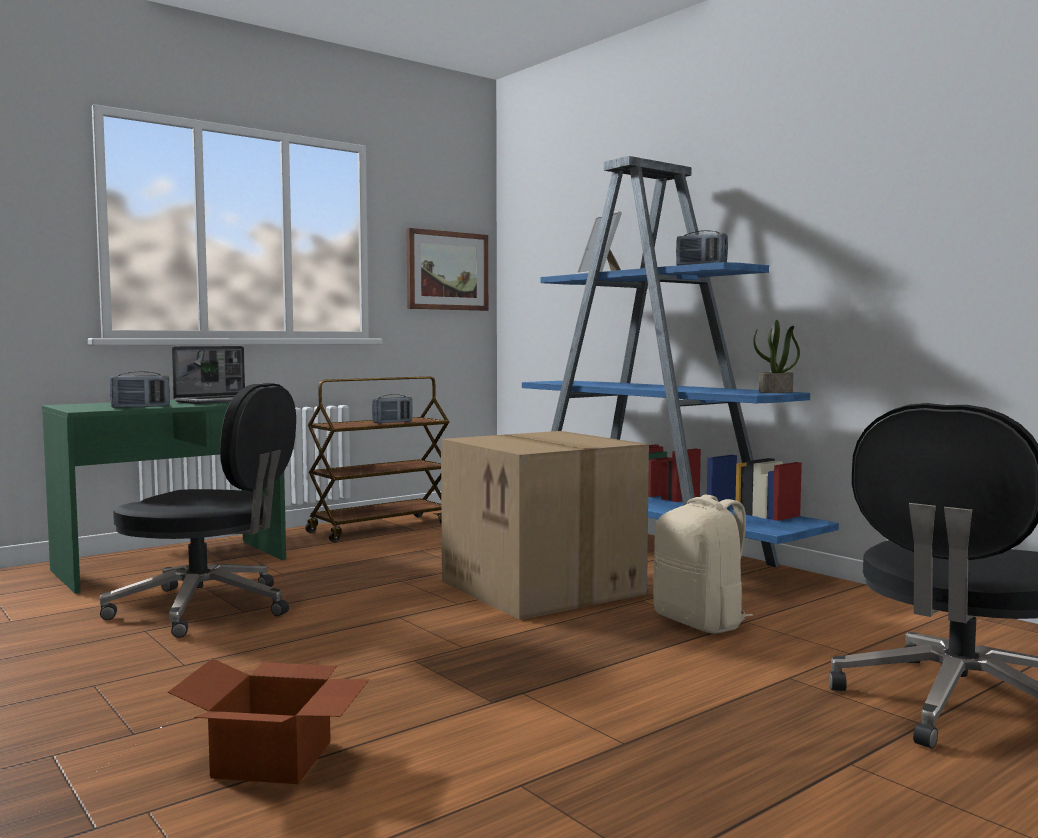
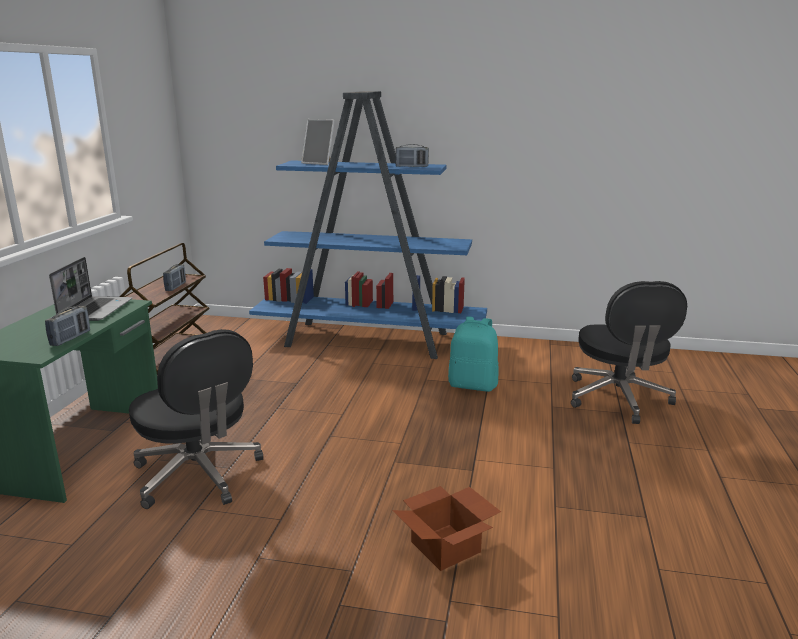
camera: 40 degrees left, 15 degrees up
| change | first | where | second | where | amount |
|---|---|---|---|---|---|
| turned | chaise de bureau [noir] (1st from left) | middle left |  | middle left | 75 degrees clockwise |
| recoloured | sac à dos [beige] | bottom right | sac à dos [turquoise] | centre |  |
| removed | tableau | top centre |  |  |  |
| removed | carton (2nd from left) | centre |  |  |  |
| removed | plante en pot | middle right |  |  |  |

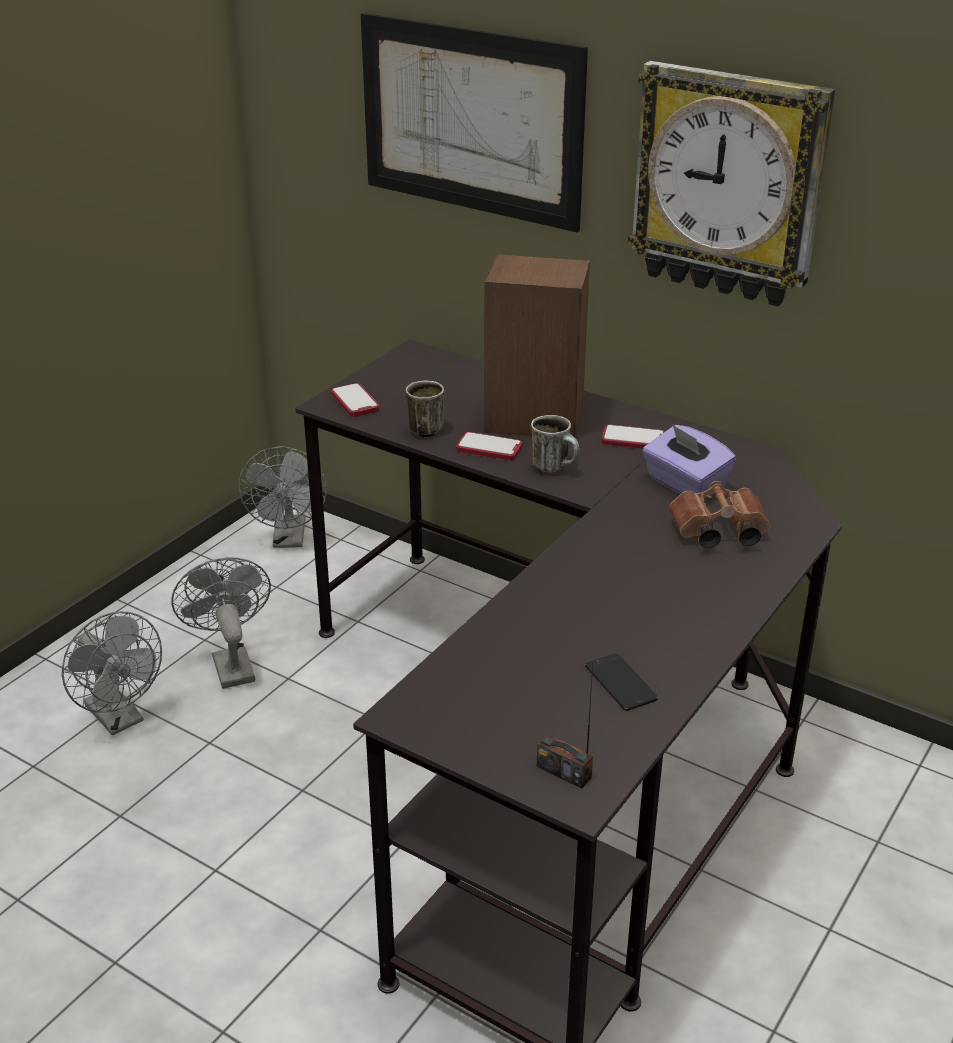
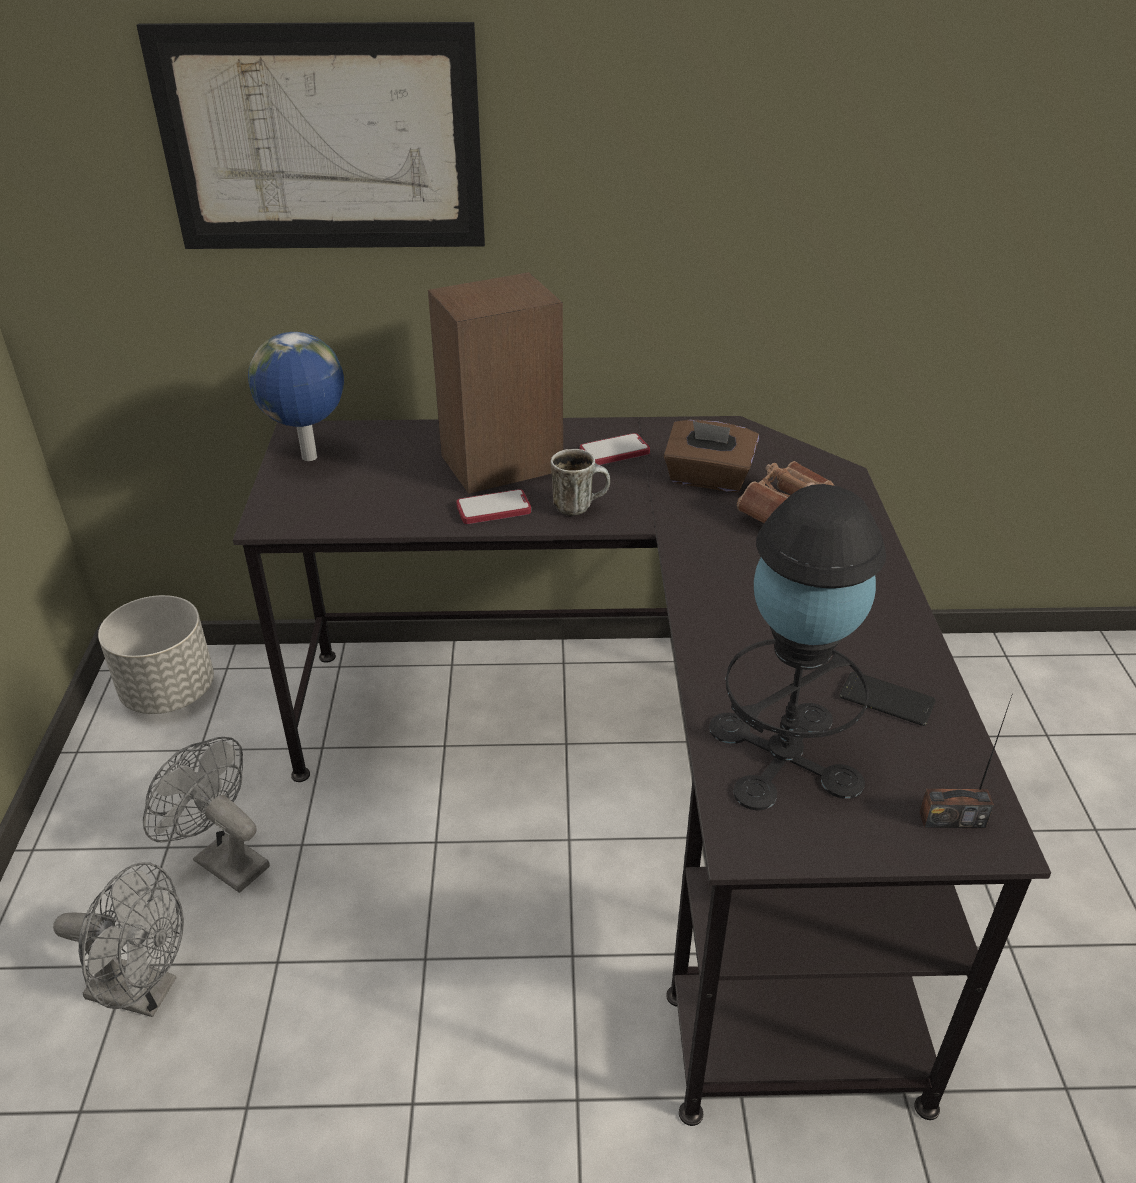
camera: 35 degrees left, 5 degrees up
| change | first | where | second | where | amount |
|---|---|---|---|---|---|
| replaced | ventilateur [gris] (3rd from left) | middle left | cache-pot [gris] | middle left |  |
| added |  |  | globe | middle left |  |
| recoloured | boîte à mouchoirs [violet] | middle right | boîte à mouchoirs [marron] | centre |  |
| added |  |  | lampe de table [noir] | middle right |  |
| removed | téléphone (1st from left) | centre |  |  |  |
| removed | mug (1st from left) | centre |  |  |  |
| removed | horloge murale | top right |  |  |  |

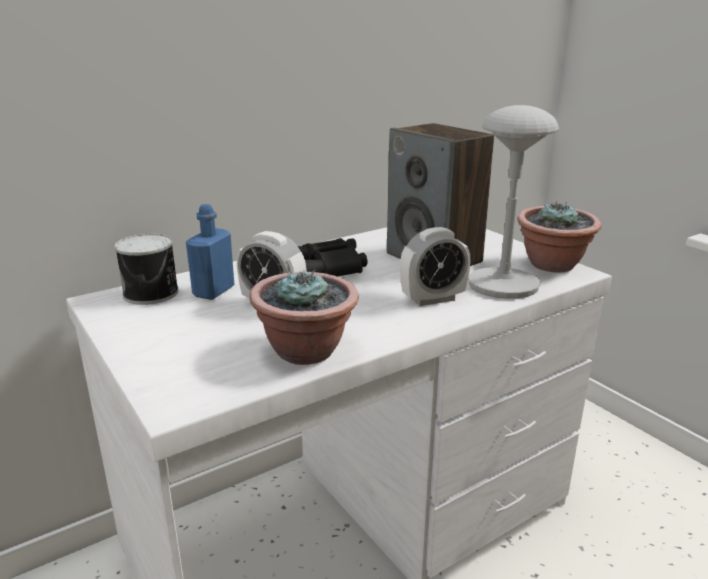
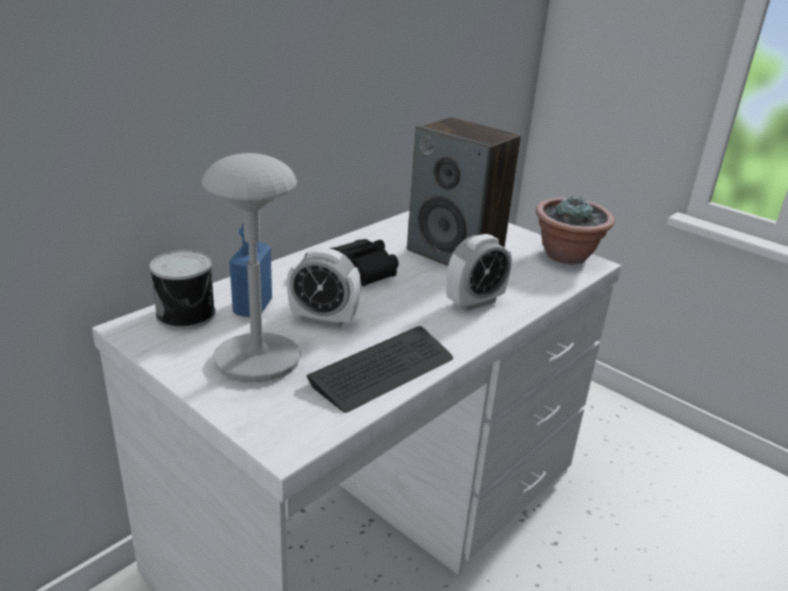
camera: 15 degrees left, 5 degrees up
| change | first | where | second | where | amount |
|---|---|---|---|---|---|
| moved | lampe de table [gris] | middle right |  | middle left |  |
| replaced | plante en pot (1st from left) | centre | clavier | centre |  |

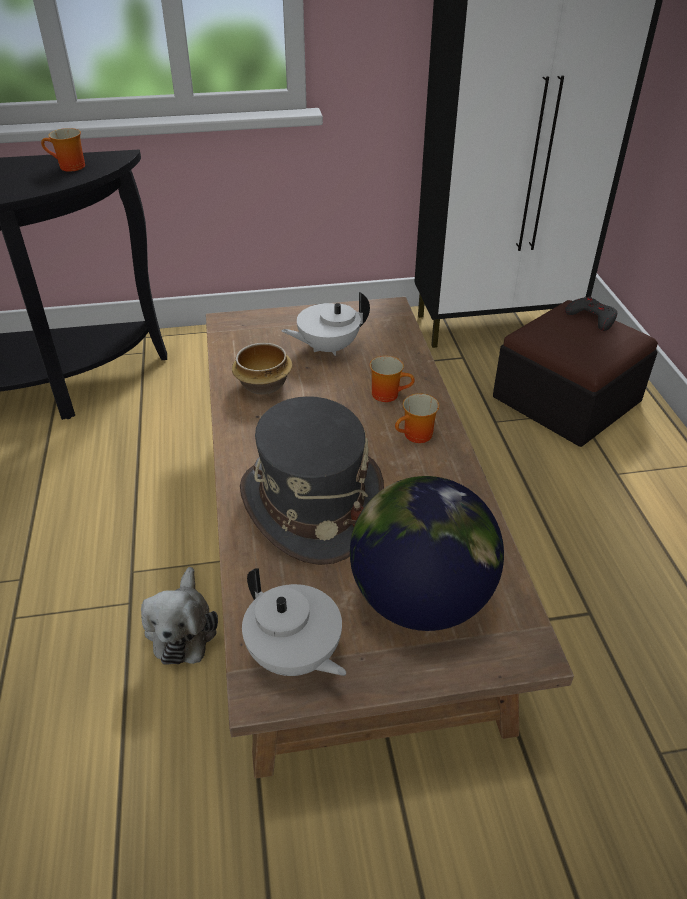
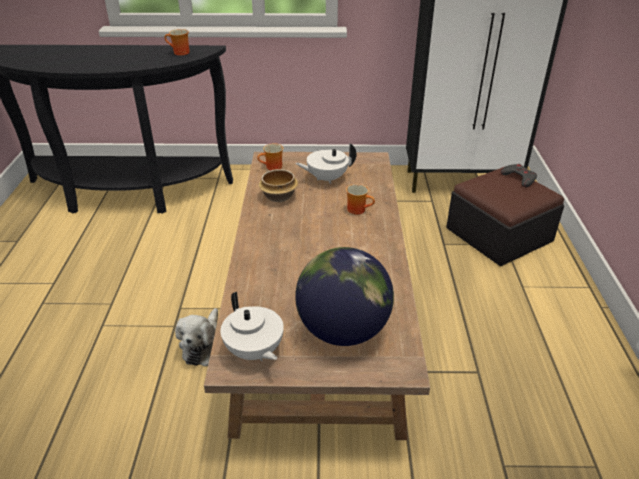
camera: 10 degrees right, 5 degrees down
| change | first | where | second | where | amount |
|---|---|---|---|---|---|
| moved | mug (3rd from left in the first image) | centre | mug (2nd from left) | top centre |  |
| removed | chapeau [gris] | centre |  |  |  |

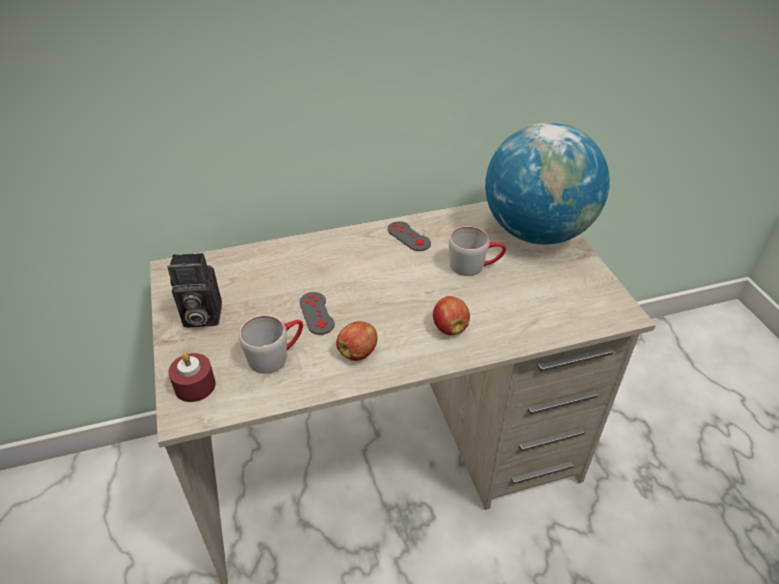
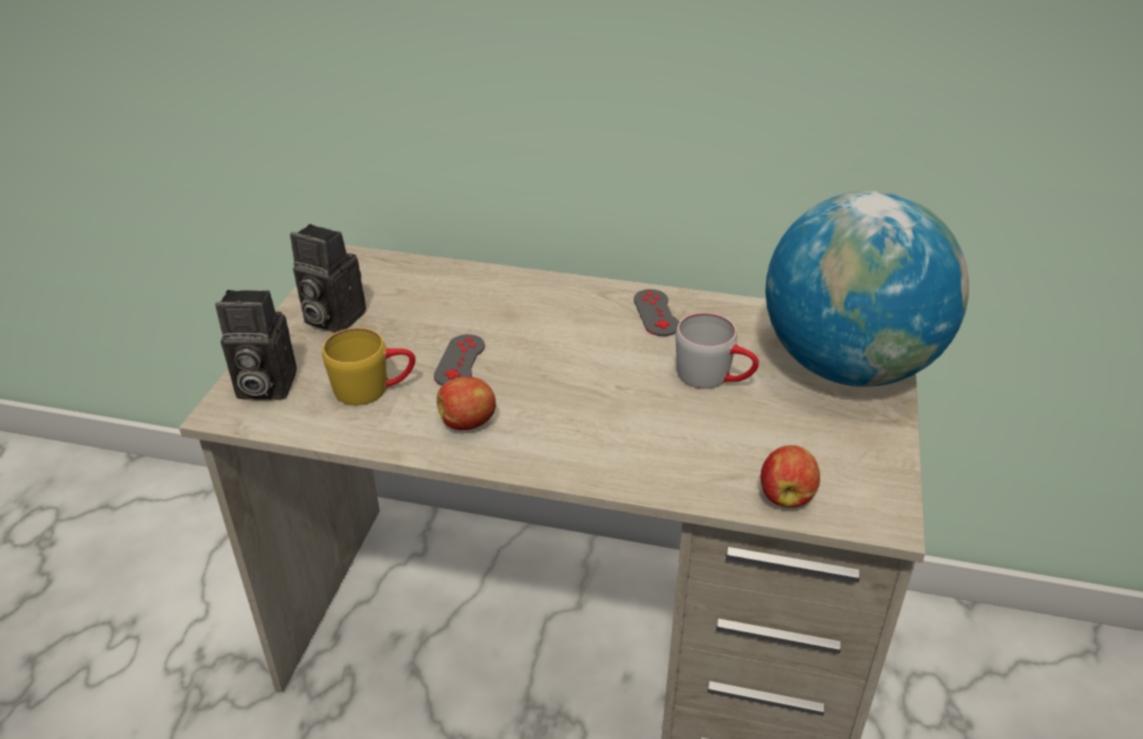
camera: 30 degrees right, 5 degrees down
| change | first | where | second | where | amount |
|---|---|---|---|---|---|
| replaced | bougie [rouge] | middle left | appareil photo (1st from left) | middle left |  |
| recoloured | mug [gris] (1st from left) | centre | mug [jaune] | middle left |  |
| moved | pomme (2nd from left) | centre |  | middle right |  |

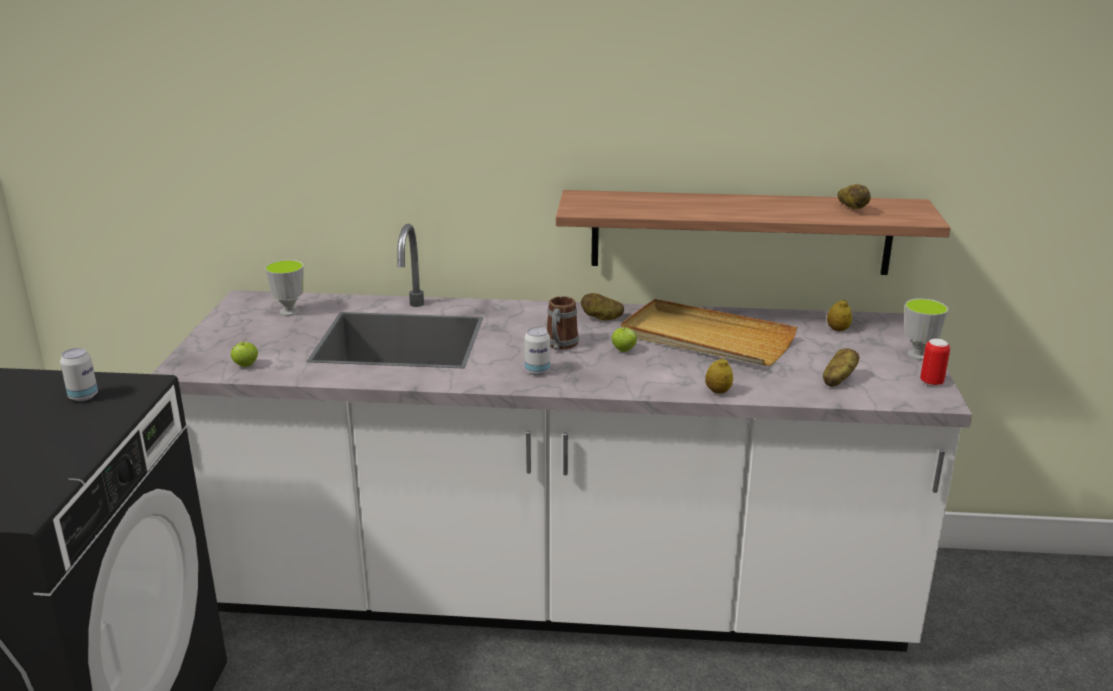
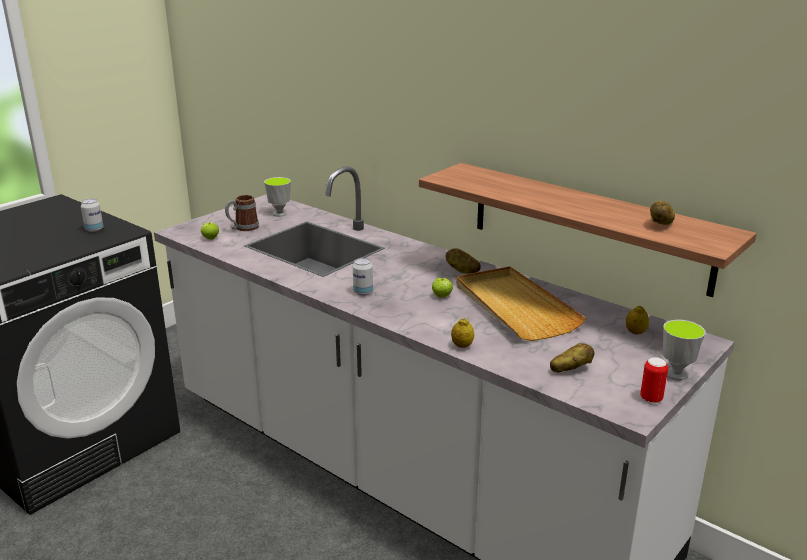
camera: 35 degrees right, 0 degrees up
| change | first | where | second | where | amount |
|---|---|---|---|---|---|
| moved | mug | centre |  | middle left |  |

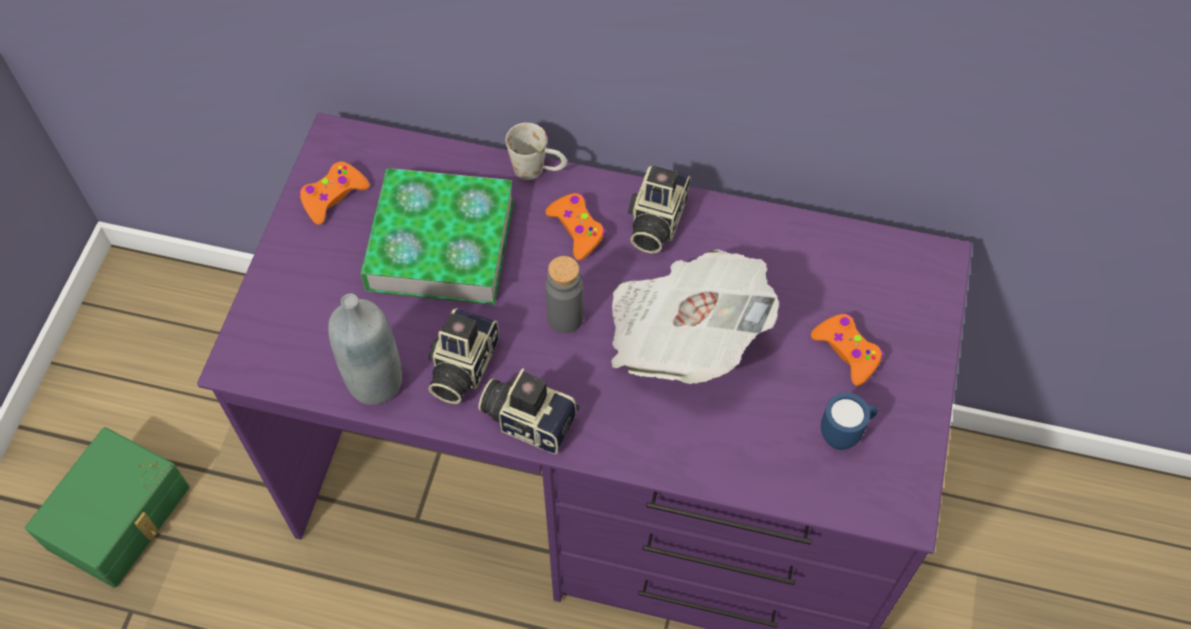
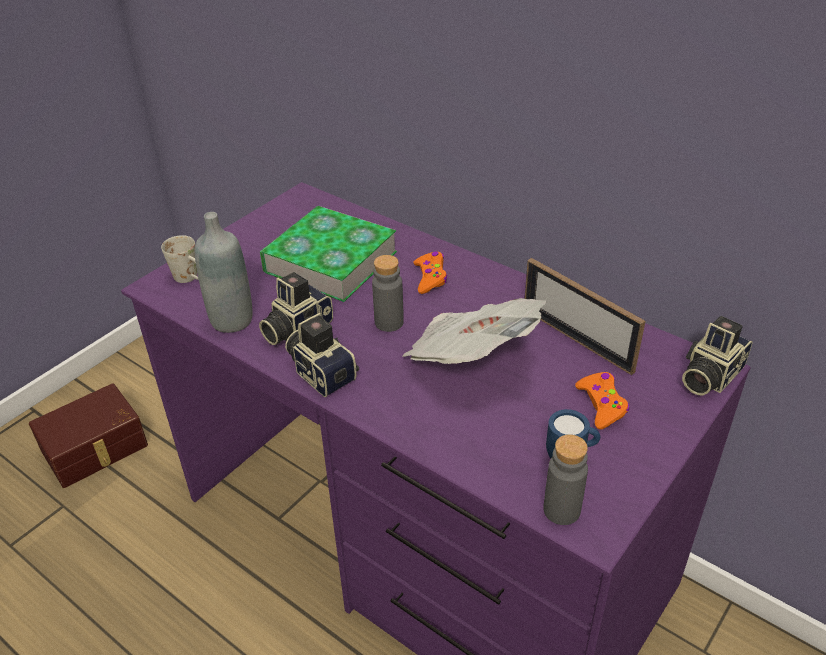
camera: 25 degrees right, 20 degrees down
| change | first | where | second | where | amount |
|---|---|---|---|---|---|
| recoloured | boîte de rangement [vert] | bottom left | boîte de rangement [marron] | middle left |  |
| moved | mug [blanc] | top centre |  | middle left |  |
| added |  |  | cadre photo | middle right |  |
| added |  |  | bouteille [gris] (3rd from left) | bottom right |  |
| moved | appareil photo (3rd from left) | top centre |  | middle right |  |
| removed | manette [orange] (1st from left) | top left |  |  |  |

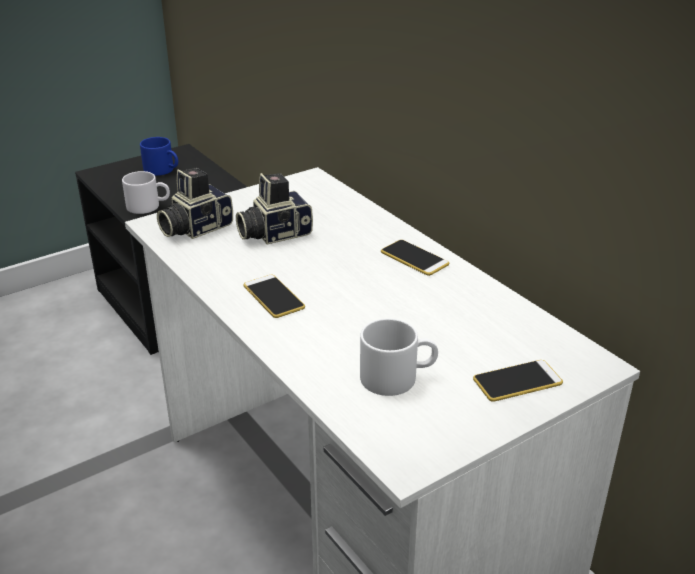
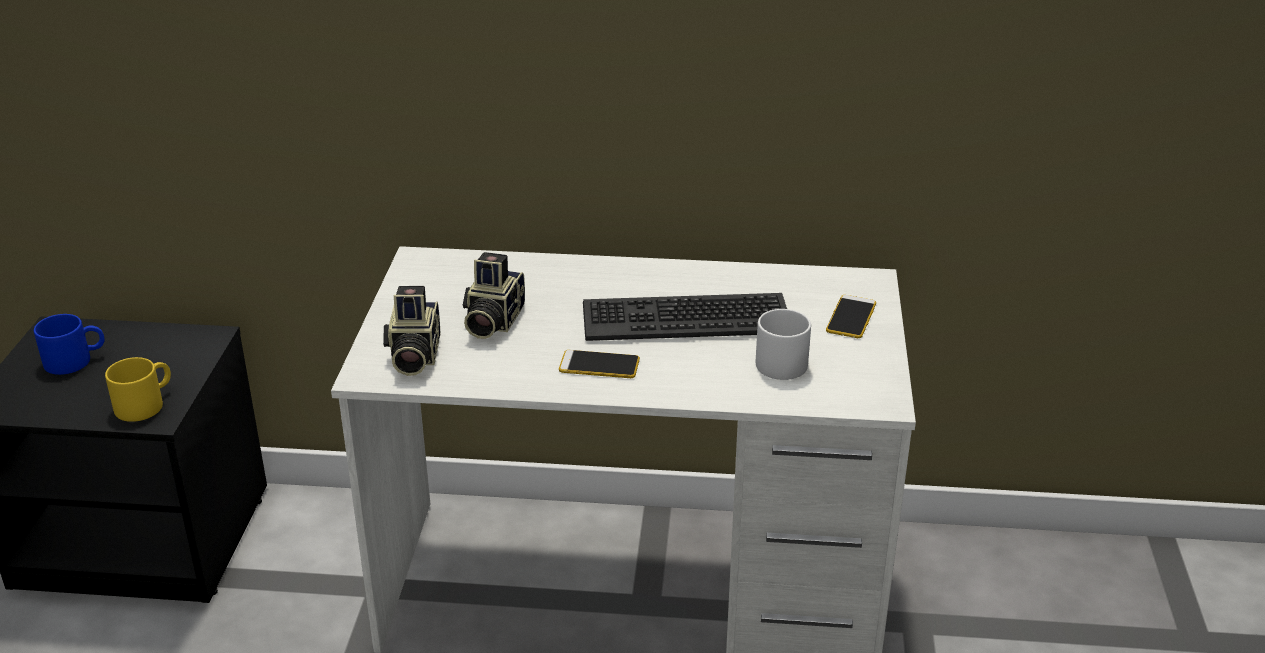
camera: 50 degrees left, 0 degrees up
| change | first | where | second | where | amount |
|---|---|---|---|---|---|
| recoloured | mug [blanc] (1st from left) | middle left | mug [jaune] | middle left |  |
| added |  |  | clavier | centre |  |
| removed | téléphone (2nd from left) | centre |  |  |  |

